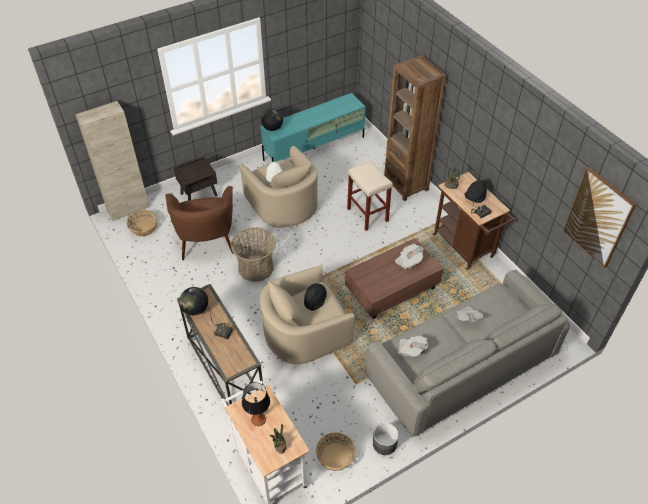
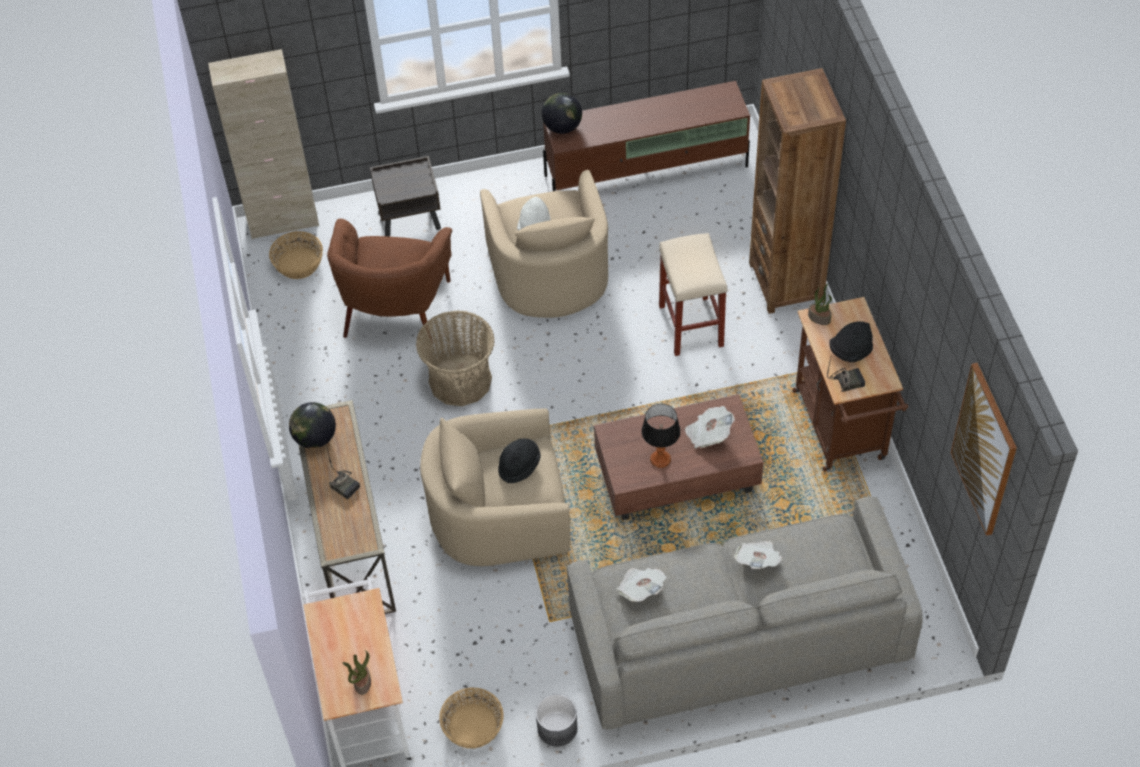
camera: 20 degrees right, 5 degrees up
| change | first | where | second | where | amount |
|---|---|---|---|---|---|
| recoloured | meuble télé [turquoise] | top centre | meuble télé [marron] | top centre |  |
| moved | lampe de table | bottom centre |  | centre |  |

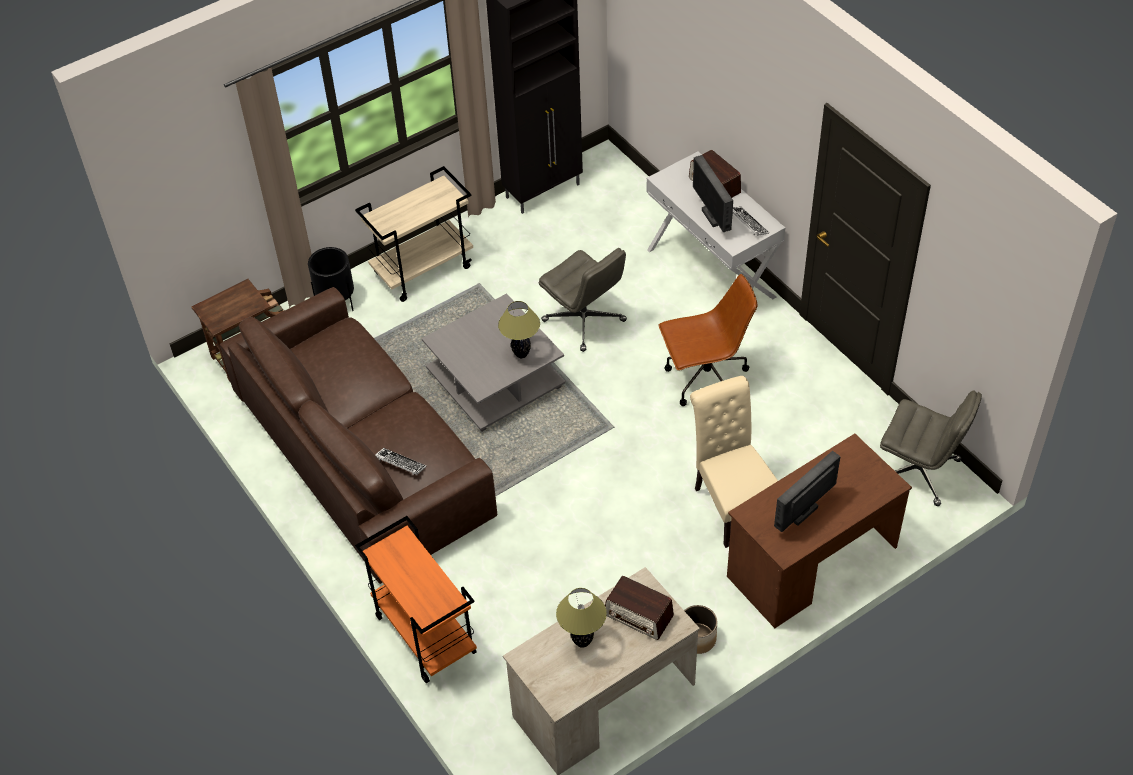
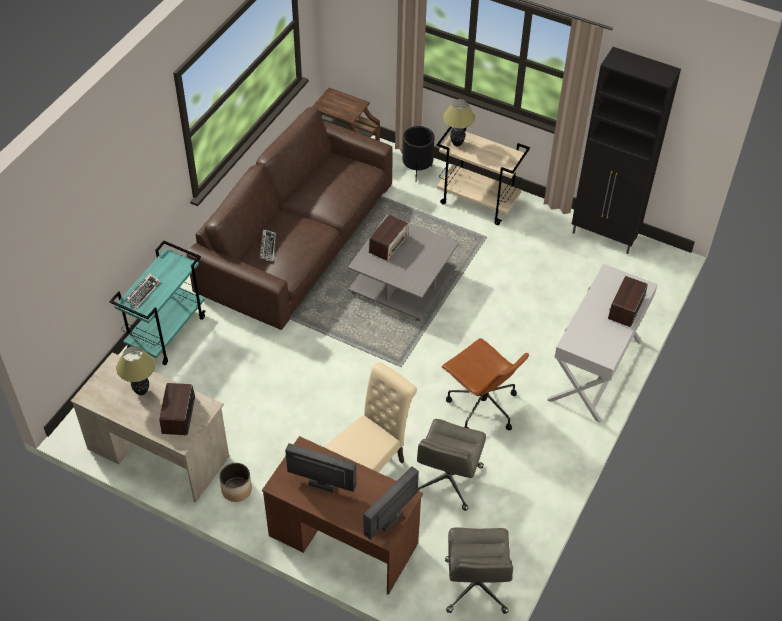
camera: 60 degrees right, 0 degrees up
| change | first | where | second | where | amount |
|---|---|---|---|---|---|
| recoloured | chariot [orange] | bottom centre | chariot [turquoise] | middle left |  |
| moved | clavier (2nd from left in the first image) | top centre | clavier (1st from left) | middle left |  |
| moved | écran d'ordinateur (1st from left in the first image) | top centre | écran d'ordinateur (2nd from left) | bottom centre |  |
| added |  |  | radio (2nd from left) | centre |  |
| moved | chaise de bureau [gris] (1st from left) | centre |  | bottom centre |  |
| moved | lampe de table (1st from left in the first image) | centre | lampe de table (2nd from left) | top centre |  |

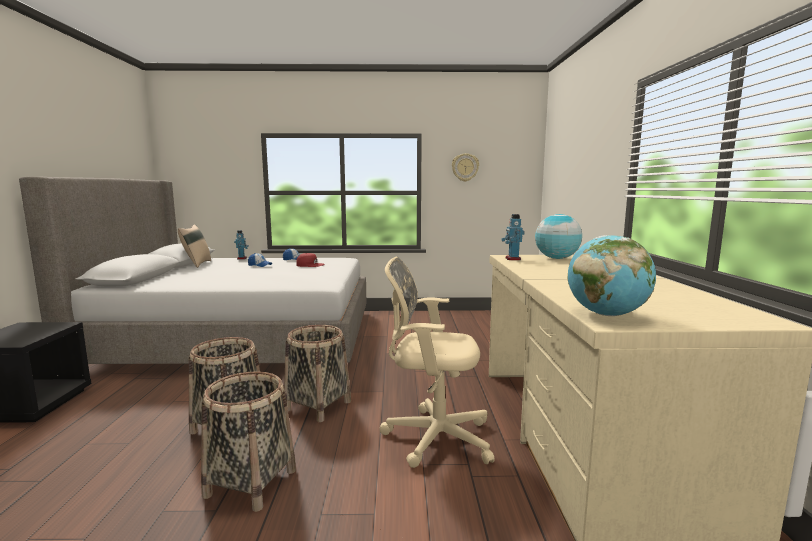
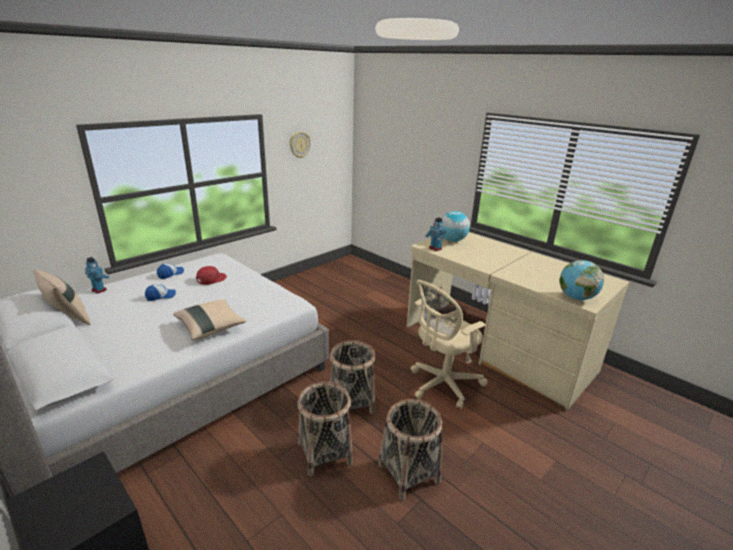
camera: 45 degrees left, 15 degrees up
| change | first | where | second | where | amount |
|---|---|---|---|---|---|
| added |  |  | coussin [beige] (2nd from left) | middle left |  |

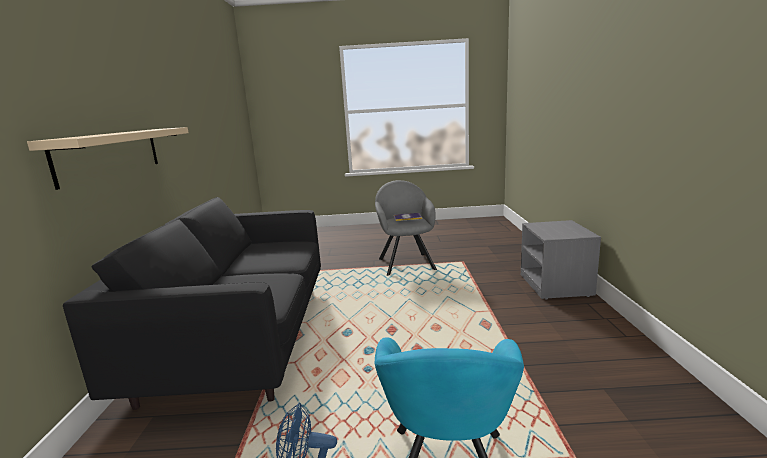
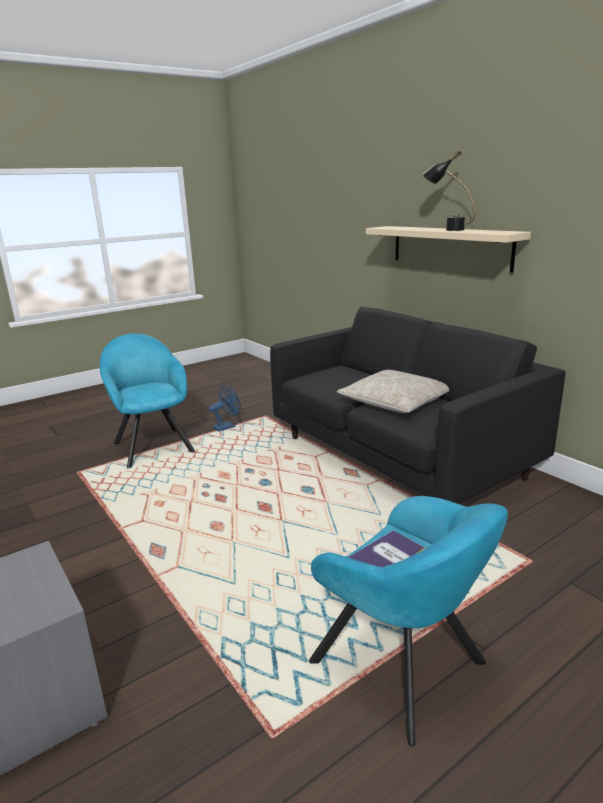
camera: 145 degrees right, 5 degrees up
| change | first | where | second | where | amount |
|---|---|---|---|---|---|
| recoloured | fauteuil [gris] | centre | fauteuil [turquoise] (2nd from left) | bottom right |  |
| added |  |  | coussin [beige] | centre |  |
| added |  |  | lampe de table [noir] | top right |  |

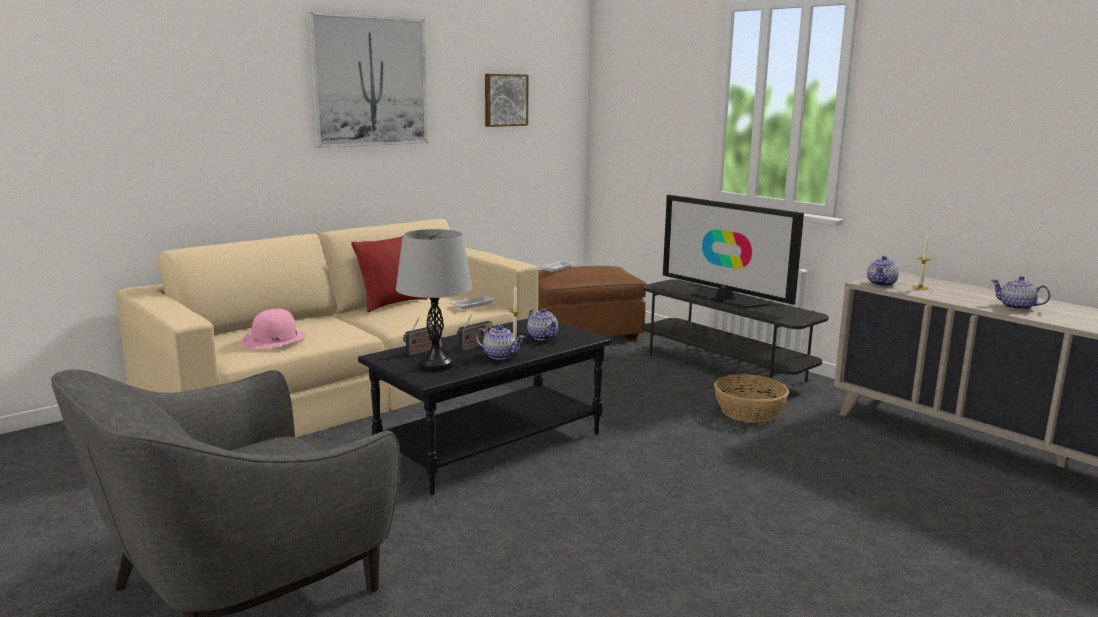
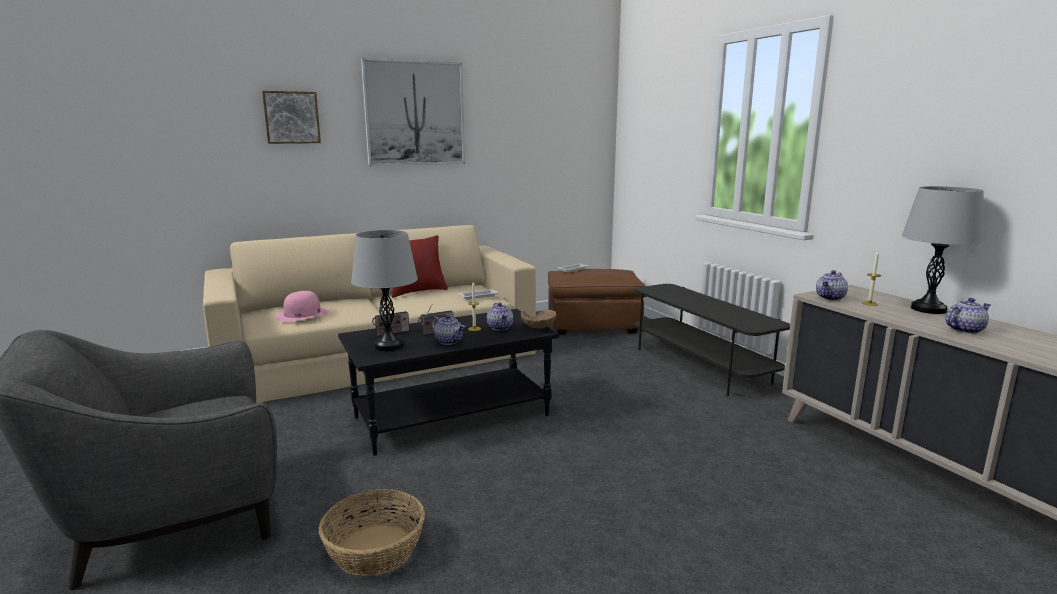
camera: 15 degrees right, 0 degrees up
| change | first | where | second | where | amount |
|---|---|---|---|---|---|
| moved | tableau (2nd from left in the first image) | top centre | tableau (1st from left) | top left |  |
| moved | panier | middle right |  | bottom centre |  |
| added |  |  | bol [marron] | centre |  |
| added |  |  | lampe de table [gris] (2nd from left) | middle right |  |
| turned | théière (4th from left) | middle right |  | middle right | 105 degrees clockwise |
| removed | téléviseur | middle right |  |  |  |

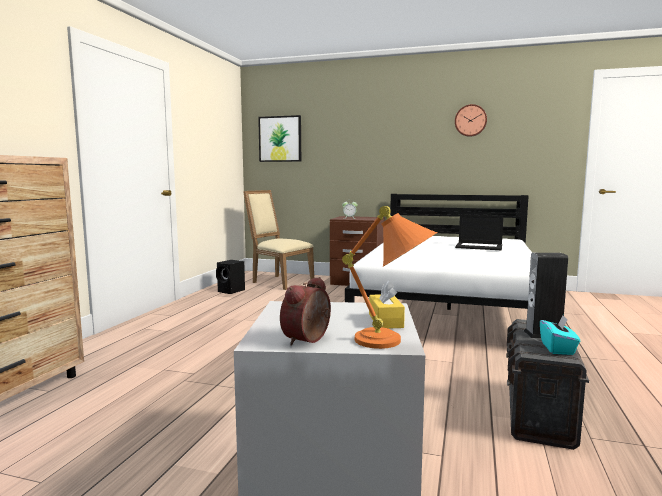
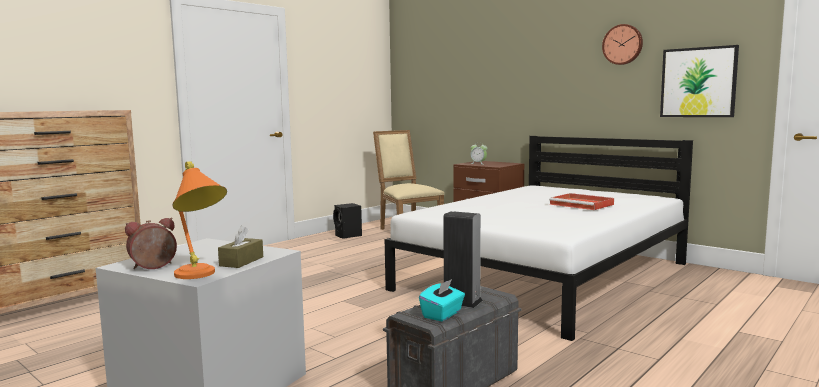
camera: 25 degrees right, 0 degrees up
| change | first | where | second | where | amount |
|---|---|---|---|---|---|
| recoloured | boîte à mouchoirs [jaune] | centre | boîte à mouchoirs [marron] | middle left |  |
| replaced | ordinateur portable | middle right | plateau [rouge] | middle right |  |
| moved | tableau | top centre |  | top right |  |

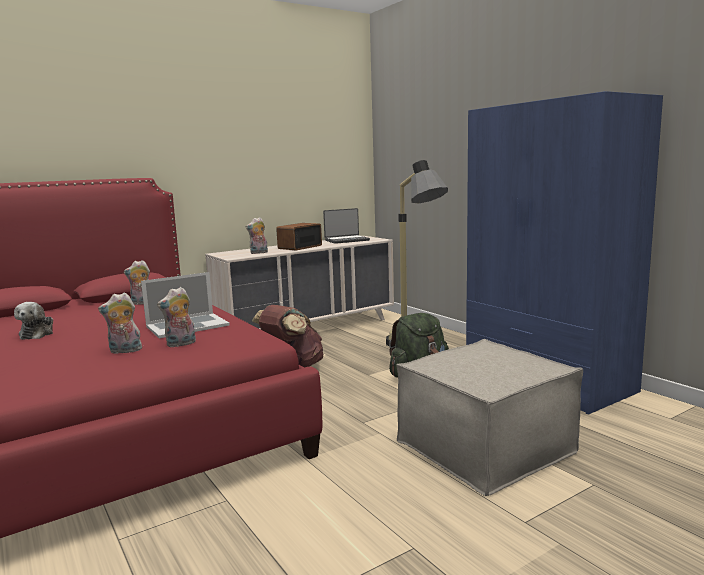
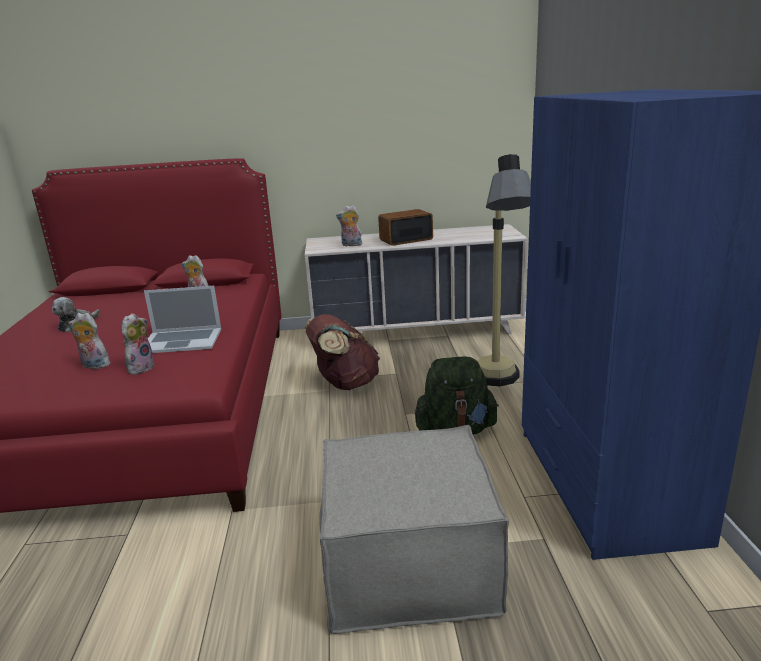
camera: 30 degrees right, 10 degrees up
| change | first | where | second | where | amount |
|---|---|---|---|---|---|
| turned | peluche (4th from left in the first image) | middle left | peluche (3rd from left) | middle left | 120 degrees clockwise |
| removed | ordinateur portable (2nd from left) | centre |  |  |  |

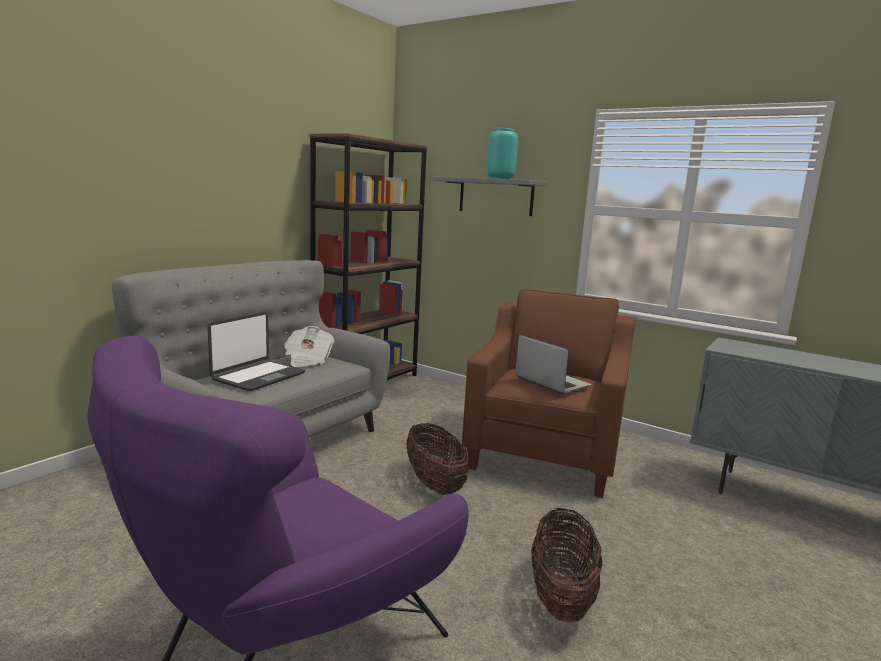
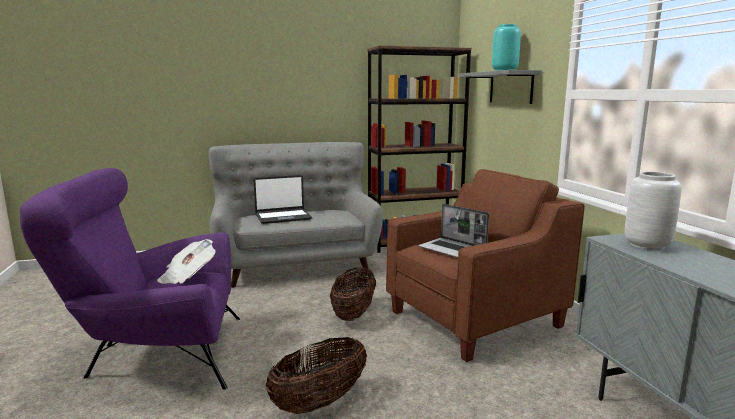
camera: 40 degrees right, 0 degrees up
| change | first | where | second | where | amount |
|---|---|---|---|---|---|
| moved | journal | centre |  | middle left |  |
| turned | ordinateur portable (2nd from left) | centre |  | centre | 135 degrees clockwise |
| added |  |  | vase [gris] | middle right |  |

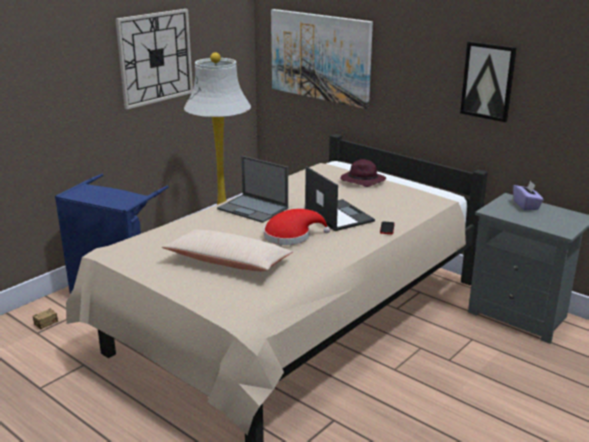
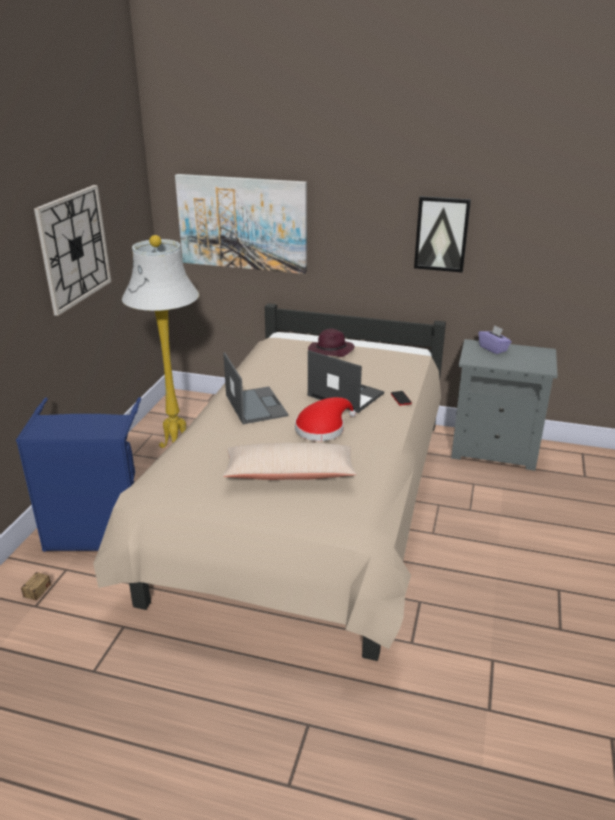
camera: 25 degrees left, 5 degrees up
| change | first | where | second | where | amount |
|---|---|---|---|---|---|
| turned | ordinateur portable (1st from left) | centre |  | centre | 120 degrees counterclockwise |

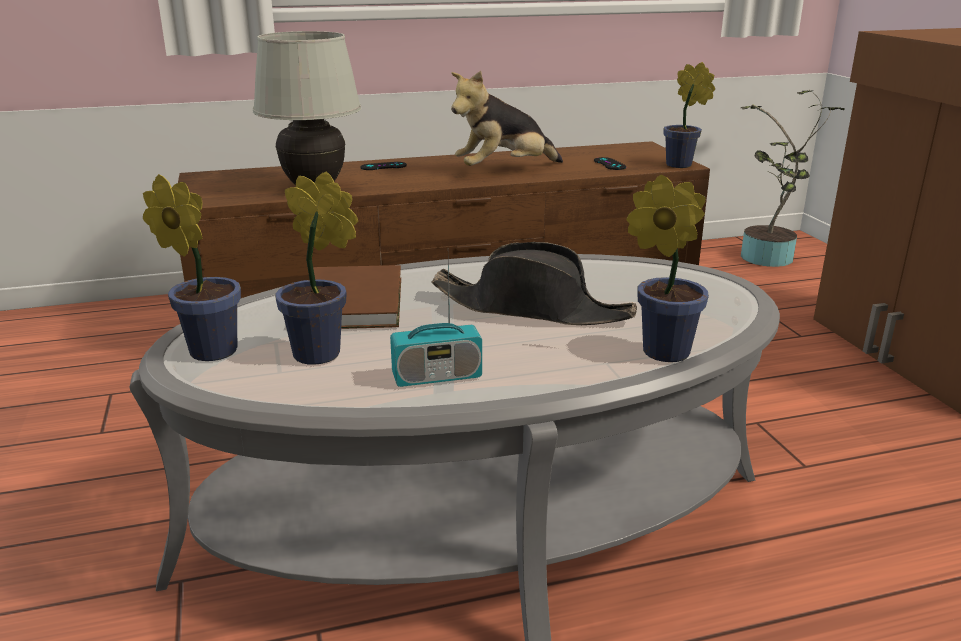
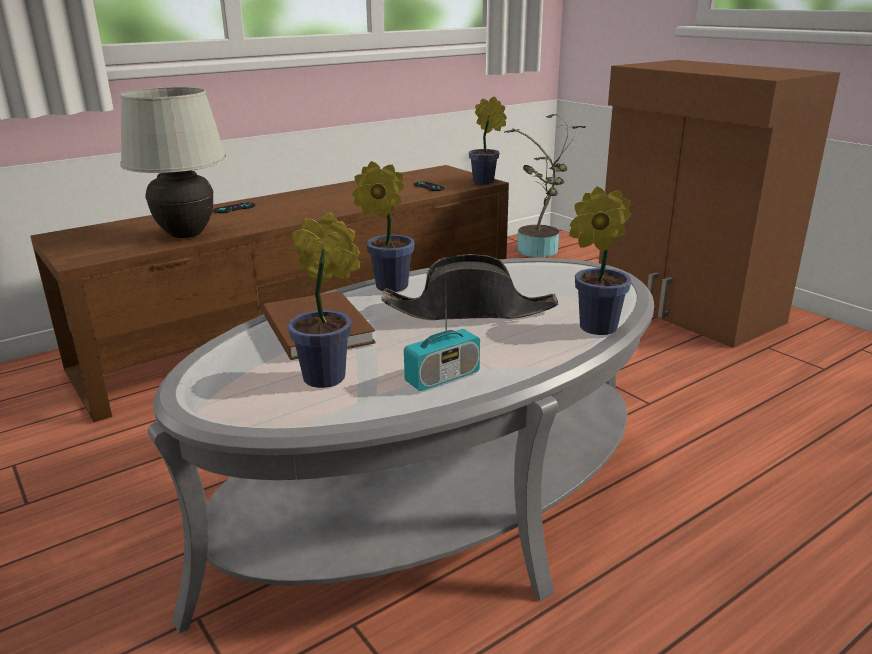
camera: 20 degrees left, 0 degrees up
| change | first | where | second | where | amount |
|---|---|---|---|---|---|
| moved | plante en pot (1st from left in the first image) | middle left | plante en pot (2nd from left) | centre |  |
| removed | peluche | top centre |  |  |  |

